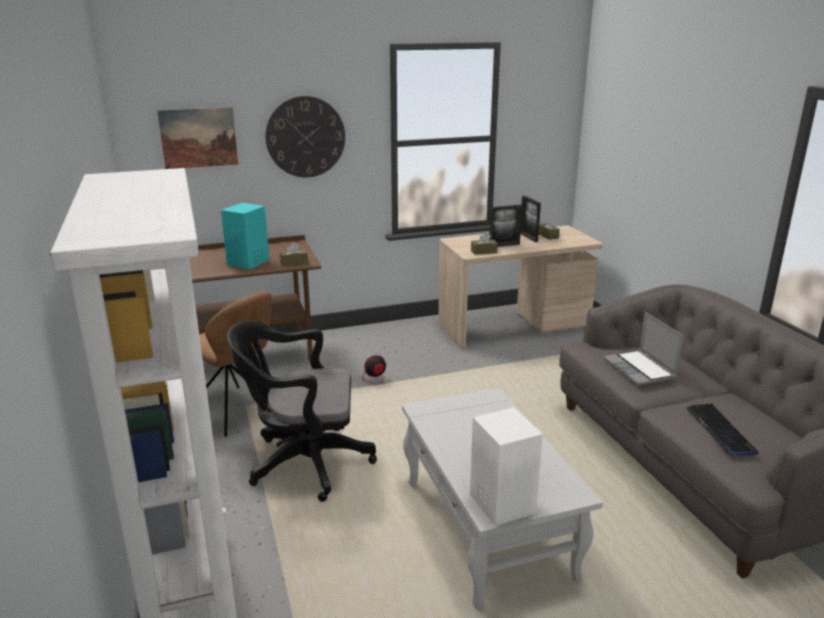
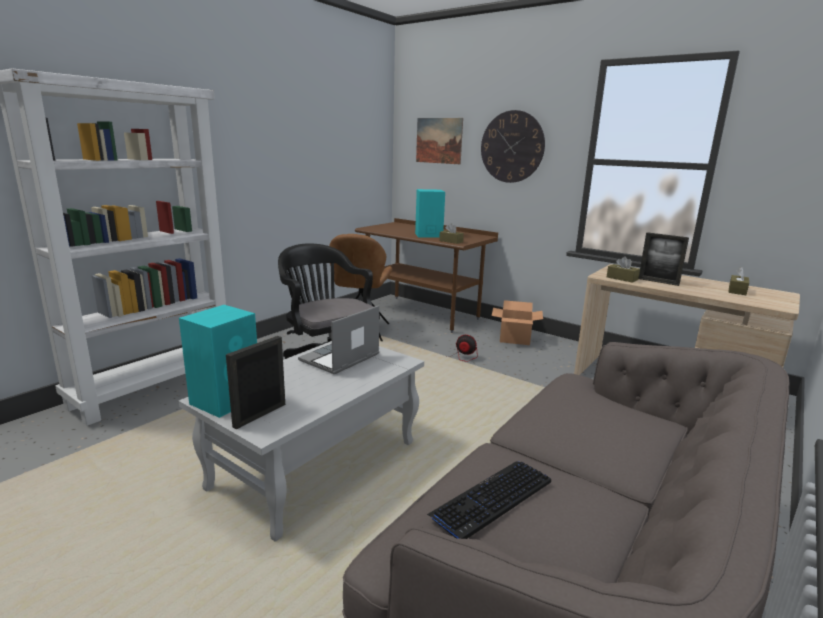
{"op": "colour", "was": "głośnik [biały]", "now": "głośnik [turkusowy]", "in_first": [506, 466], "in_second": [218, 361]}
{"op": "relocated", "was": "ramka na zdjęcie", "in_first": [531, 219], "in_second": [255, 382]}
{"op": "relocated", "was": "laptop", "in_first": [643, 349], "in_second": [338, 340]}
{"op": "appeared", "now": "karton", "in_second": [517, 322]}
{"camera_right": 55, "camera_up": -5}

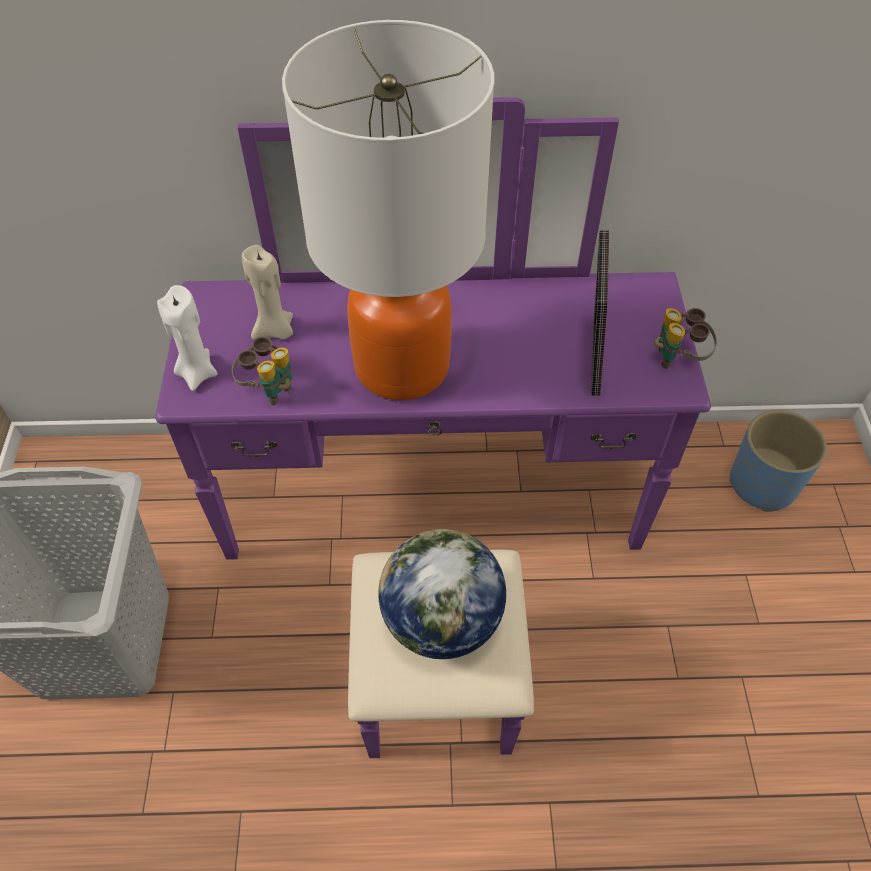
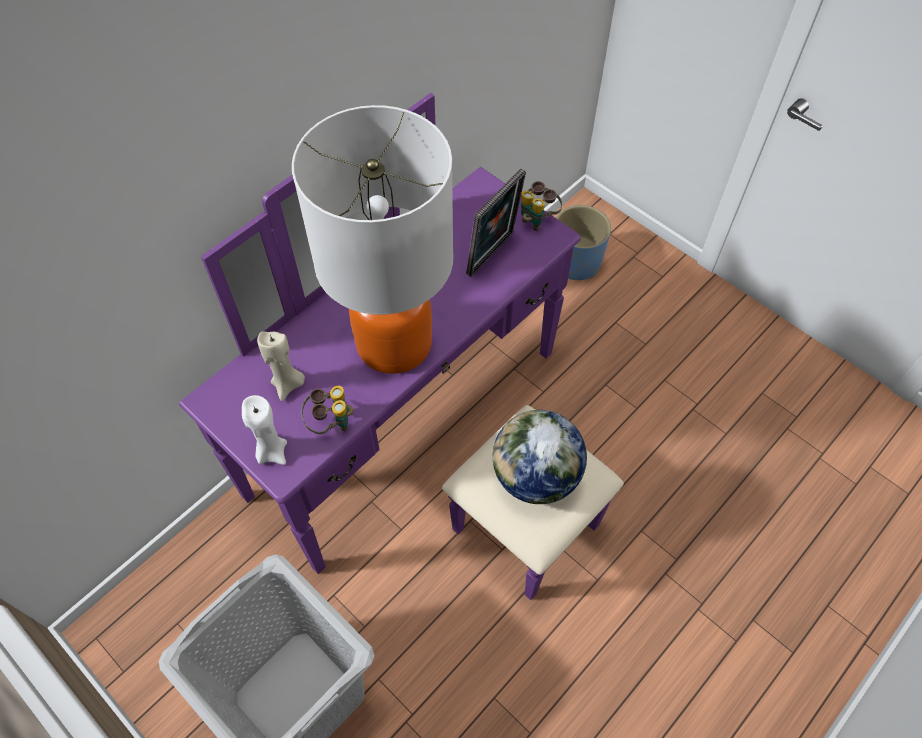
{"op": "spun", "was": "ramka na zdjęcie", "in_first": [600, 313], "in_second": [496, 223], "clockwise": -105}
{"camera_right": -45, "camera_up": 5}

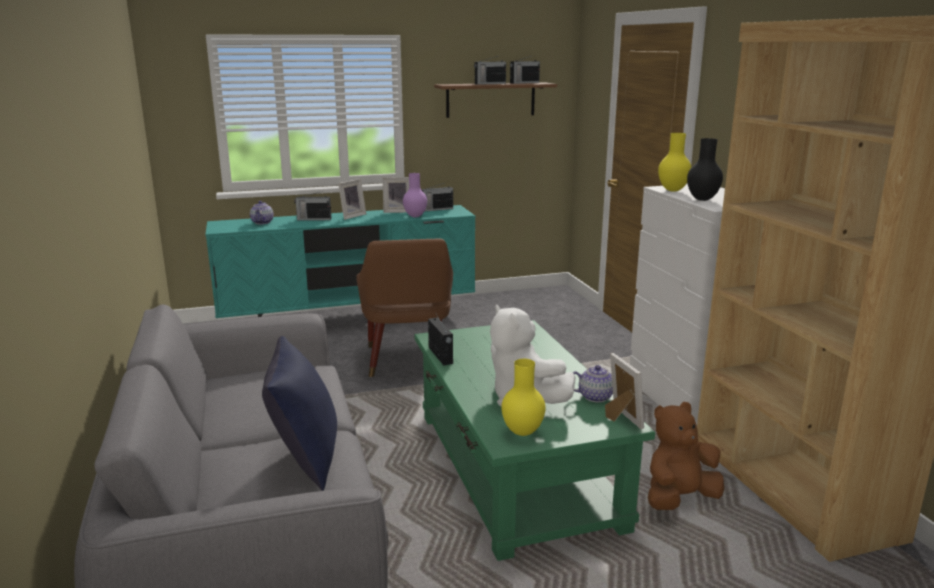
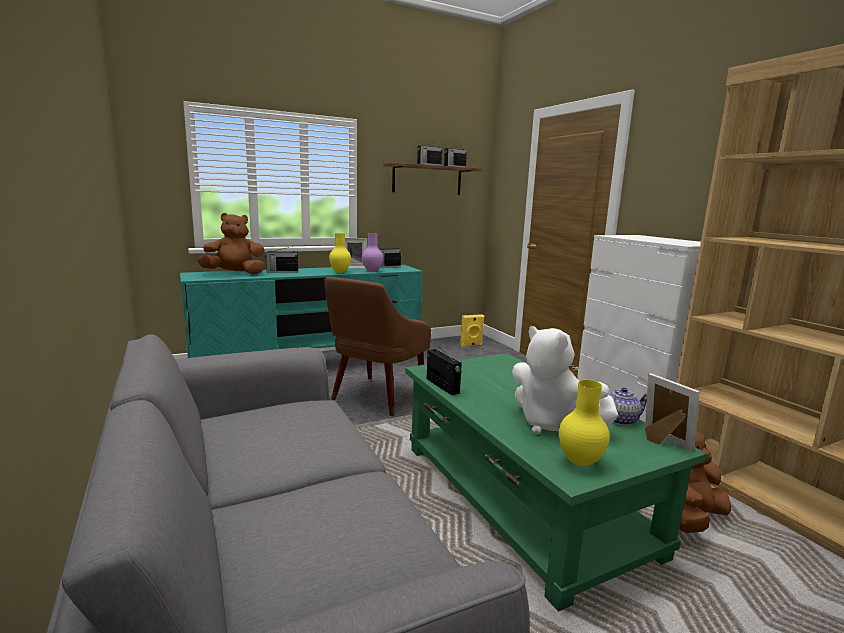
{"op": "exchanged", "was": "imbryk", "now": "pluszak [brązowy]", "in_first": [262, 212], "in_second": [231, 243]}
{"op": "missing", "was": "poduszka [niebieski]", "in_first": [299, 413]}
{"op": "missing", "was": "ramka na zdjęcie", "in_first": [352, 199]}
{"op": "spun", "was": "fotel [brązowy]", "in_first": [404, 308], "in_second": [377, 346], "clockwise": 45}
{"op": "relocated", "was": "wazon [żółty]", "in_first": [674, 162], "in_second": [340, 253]}
{"op": "missing", "was": "wazon [czarny]", "in_first": [705, 169]}
{"op": "appeared", "now": "głośnik [żółty]", "in_second": [472, 330]}
{"camera_right": -10, "camera_up": -5}

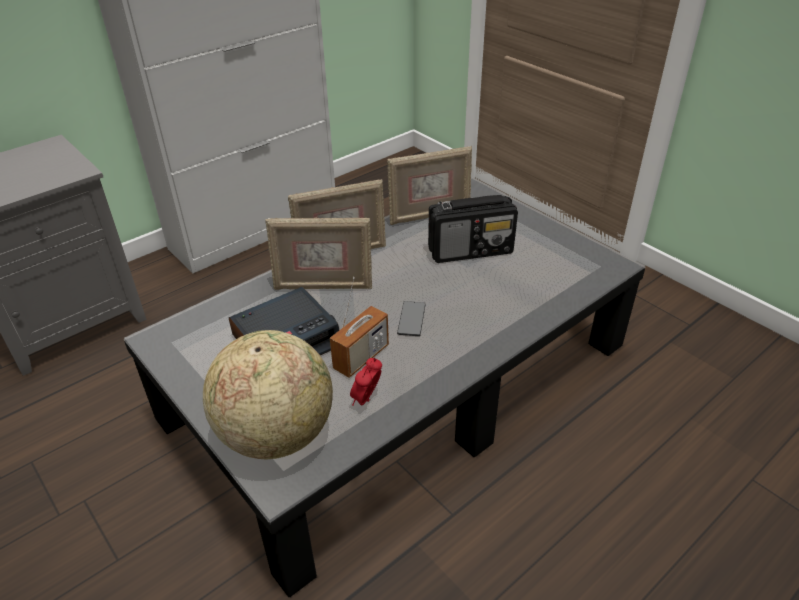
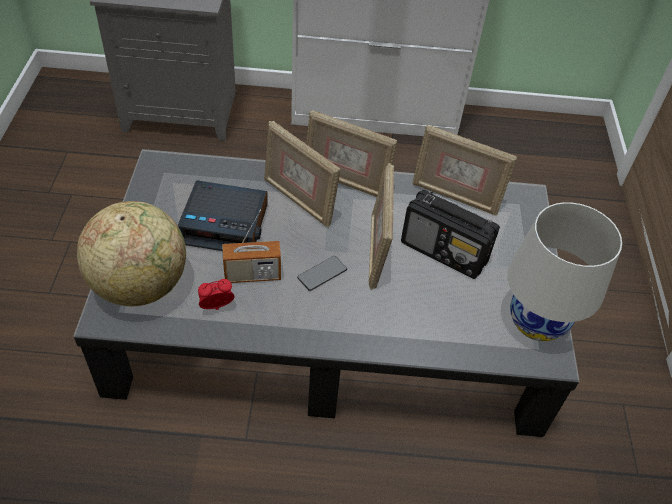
{"op": "appeared", "now": "ramka na zdjęcie", "in_second": [381, 226]}
{"op": "appeared", "now": "lampa stołowa [biały]", "in_second": [564, 271]}
{"camera_right": 40, "camera_up": 10}

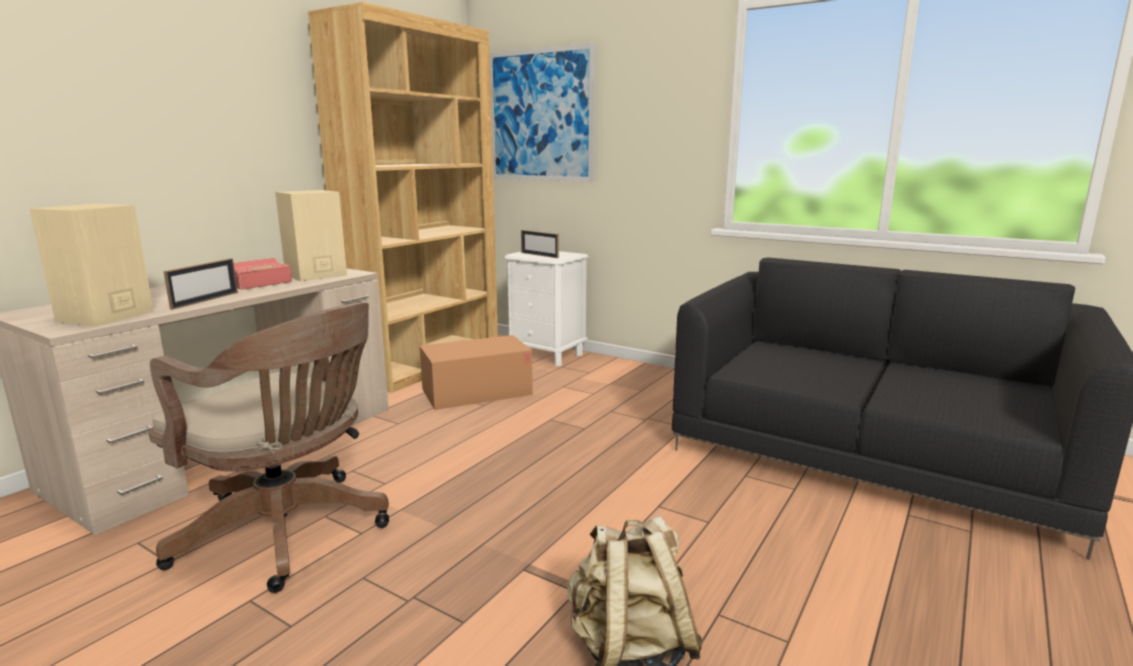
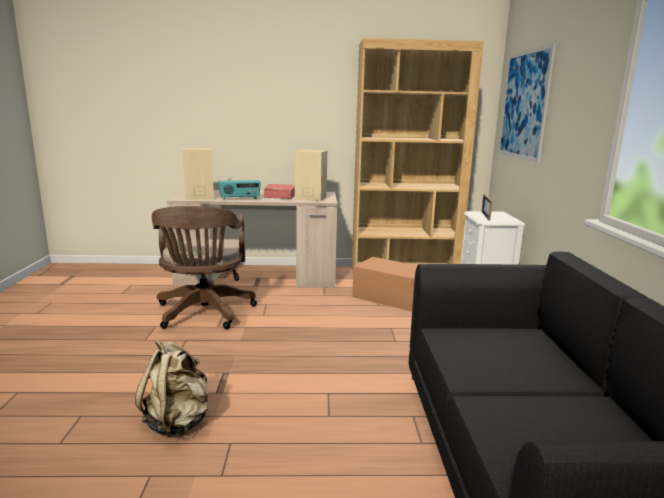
{"op": "exchanged", "was": "ramka na zdjęcie", "now": "radio", "in_first": [200, 284], "in_second": [239, 190]}
{"camera_right": 55, "camera_up": 0}

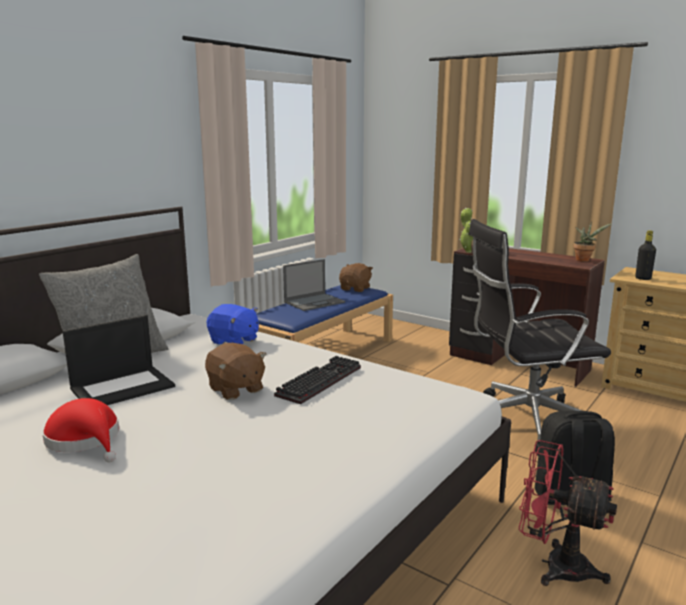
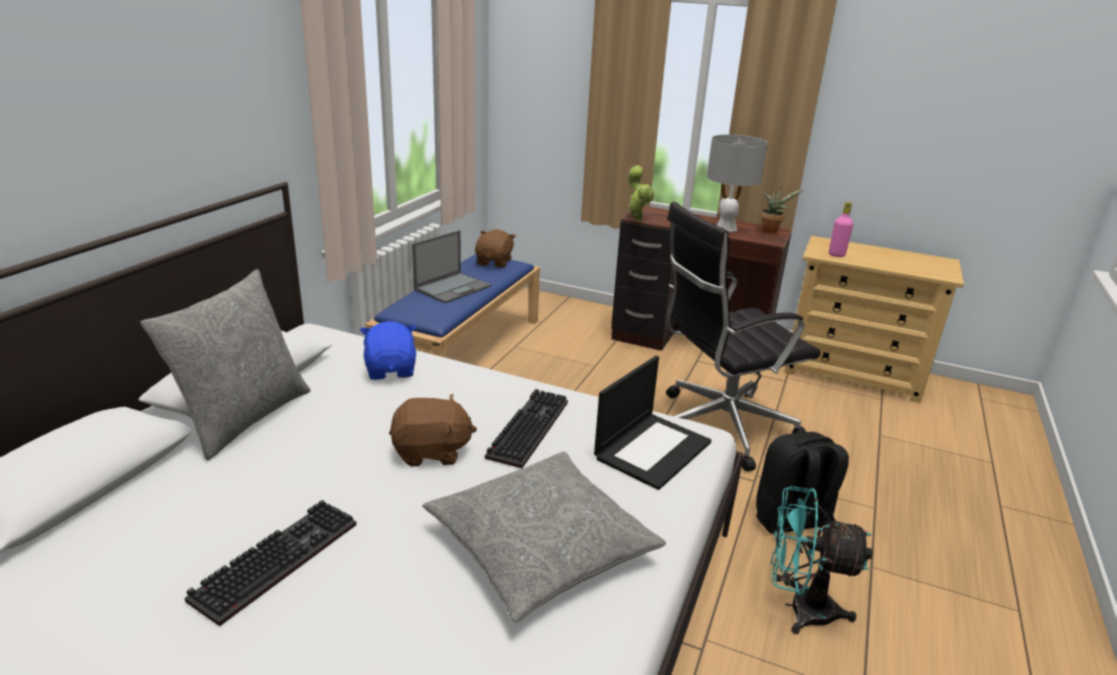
{"op": "exchanged", "was": "kapelusz [czerwony]", "now": "klawiatura", "in_first": [80, 430], "in_second": [271, 563]}
{"op": "relocated", "was": "laptop", "in_first": [119, 360], "in_second": [652, 423]}
{"op": "spun", "was": "pluszak [brązowy]", "in_first": [235, 371], "in_second": [433, 430], "clockwise": -45}
{"op": "spun", "was": "pluszak [niebieski]", "in_first": [233, 324], "in_second": [388, 350], "clockwise": -120}
{"op": "colour", "was": "wentylator [czerwony]", "now": "wentylator [turkusowy]", "in_first": [568, 513], "in_second": [822, 560]}
{"op": "colour", "was": "butelka [czarny]", "now": "butelka [różowy]", "in_first": [645, 255], "in_second": [841, 229]}
{"op": "appeared", "now": "poduszka [szary]", "in_second": [544, 537]}
{"op": "appeared", "now": "lampa stołowa [szary]", "in_second": [737, 183]}
{"camera_right": -15, "camera_up": 10}

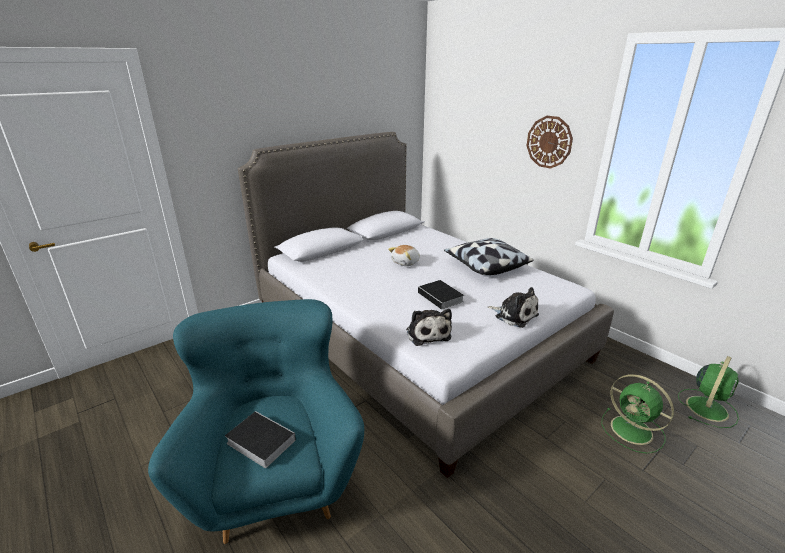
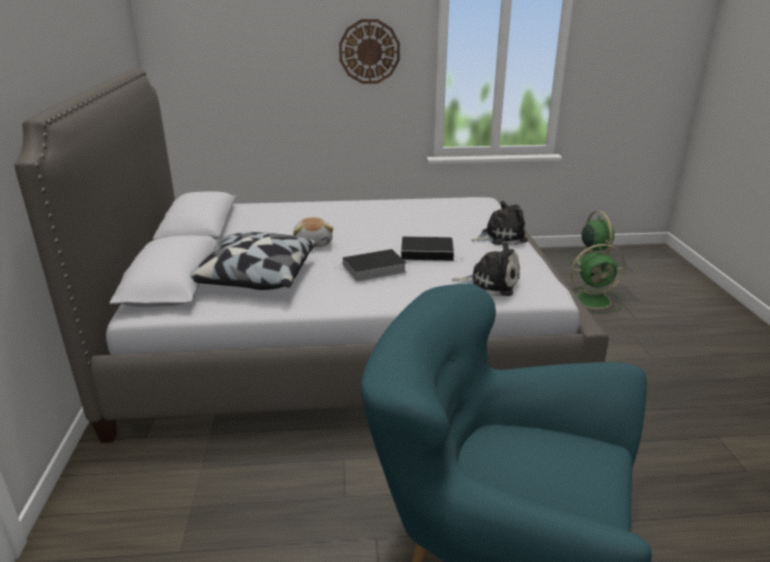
{"op": "relocated", "was": "książka", "in_first": [260, 439], "in_second": [371, 265]}
{"op": "relocated", "was": "poduszka", "in_first": [489, 256], "in_second": [252, 261]}
{"camera_right": -55, "camera_up": 0}

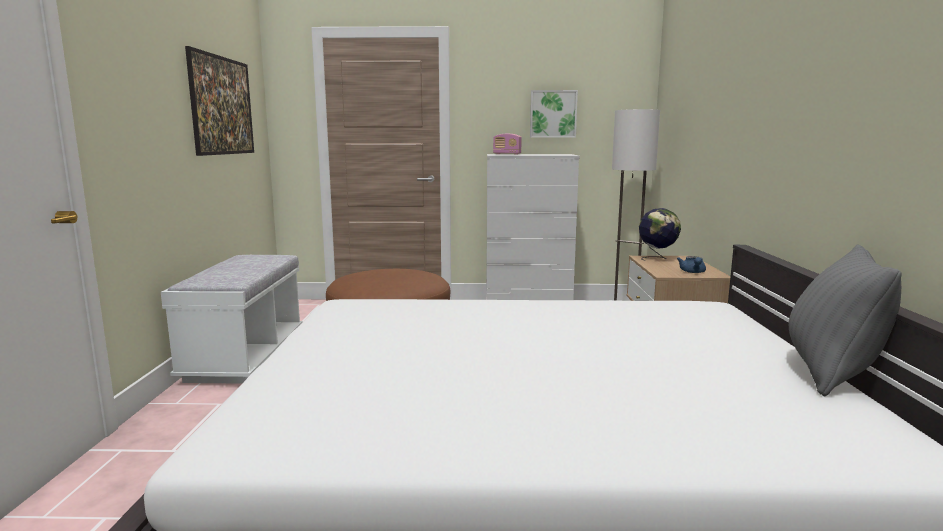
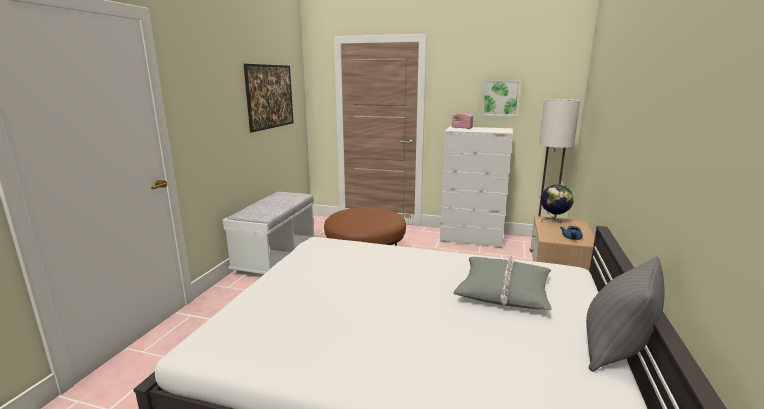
{"op": "appeared", "now": "poduszka [szary]", "in_second": [502, 282]}
{"camera_right": 15, "camera_up": 5}

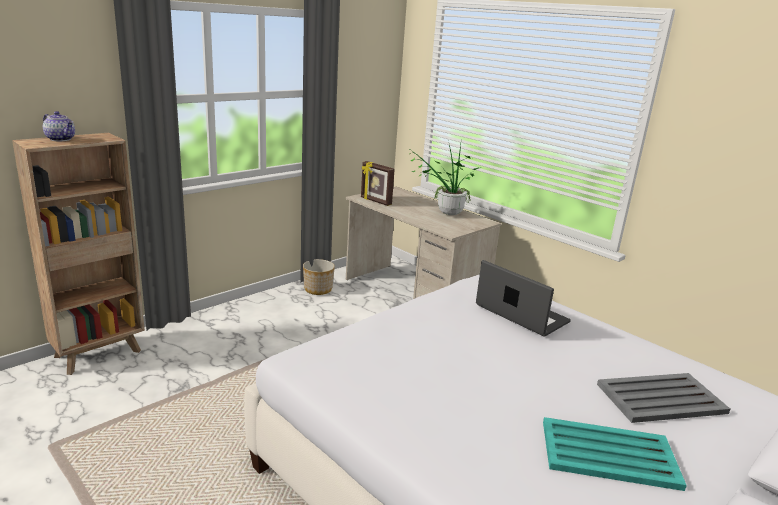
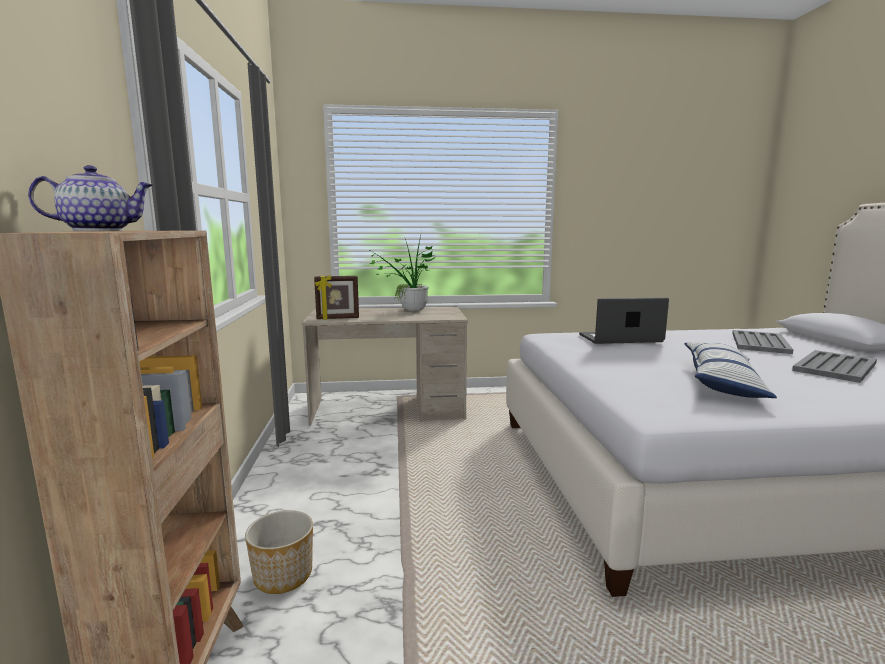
{"op": "relocated", "was": "donica", "in_first": [319, 277], "in_second": [279, 552]}
{"op": "colour", "was": "taca [turkusowy]", "now": "taca [szary]", "in_first": [615, 454], "in_second": [834, 366]}
{"op": "appeared", "now": "poduszka", "in_second": [730, 370]}
{"camera_right": -50, "camera_up": -10}

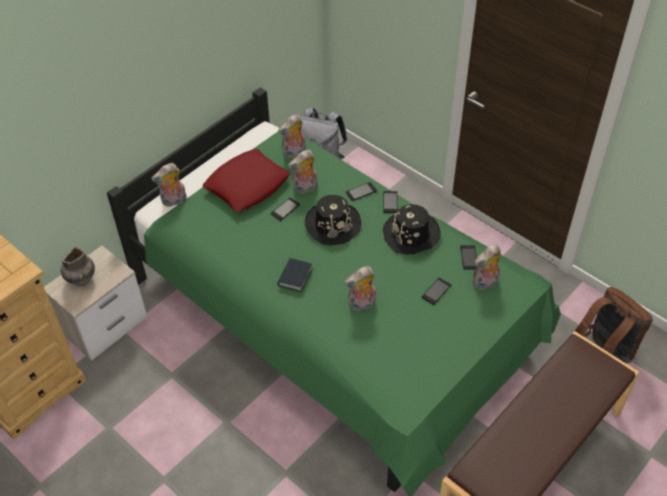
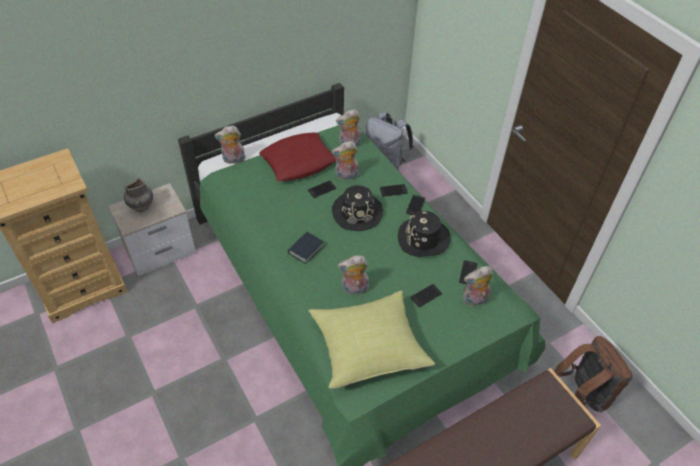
{"op": "appeared", "now": "poduszka [żółty]", "in_second": [371, 339]}
{"camera_right": 15, "camera_up": 0}

